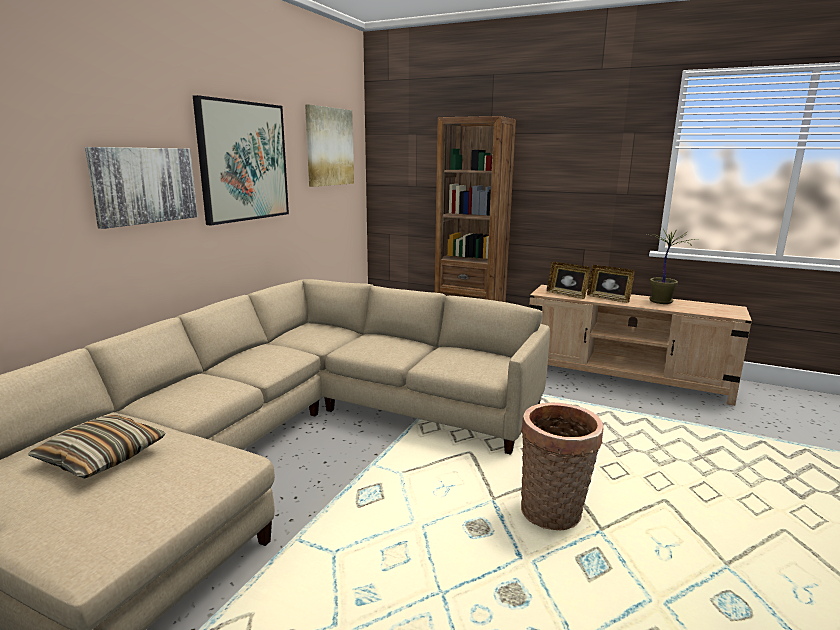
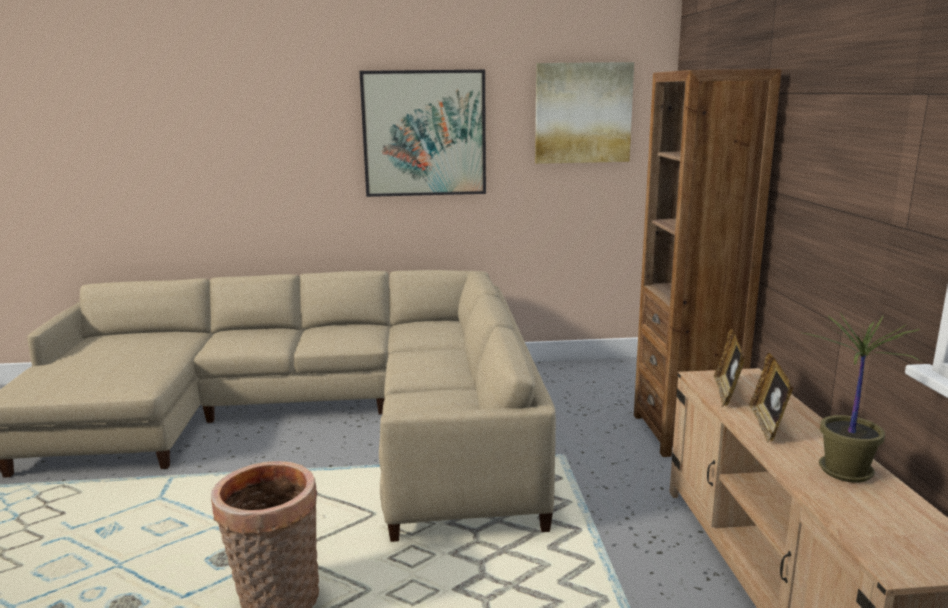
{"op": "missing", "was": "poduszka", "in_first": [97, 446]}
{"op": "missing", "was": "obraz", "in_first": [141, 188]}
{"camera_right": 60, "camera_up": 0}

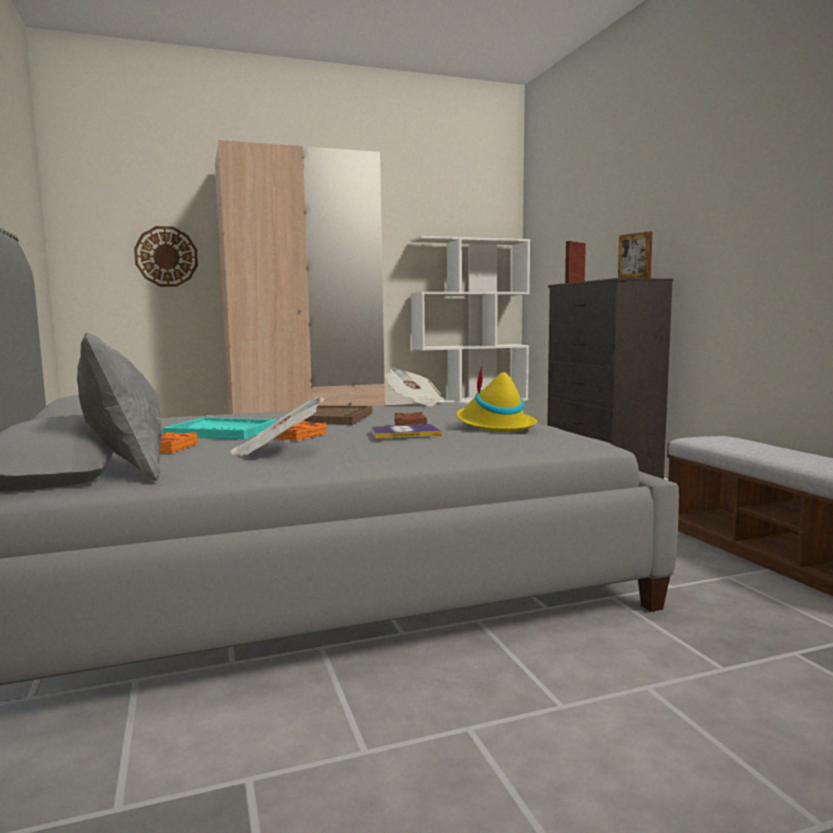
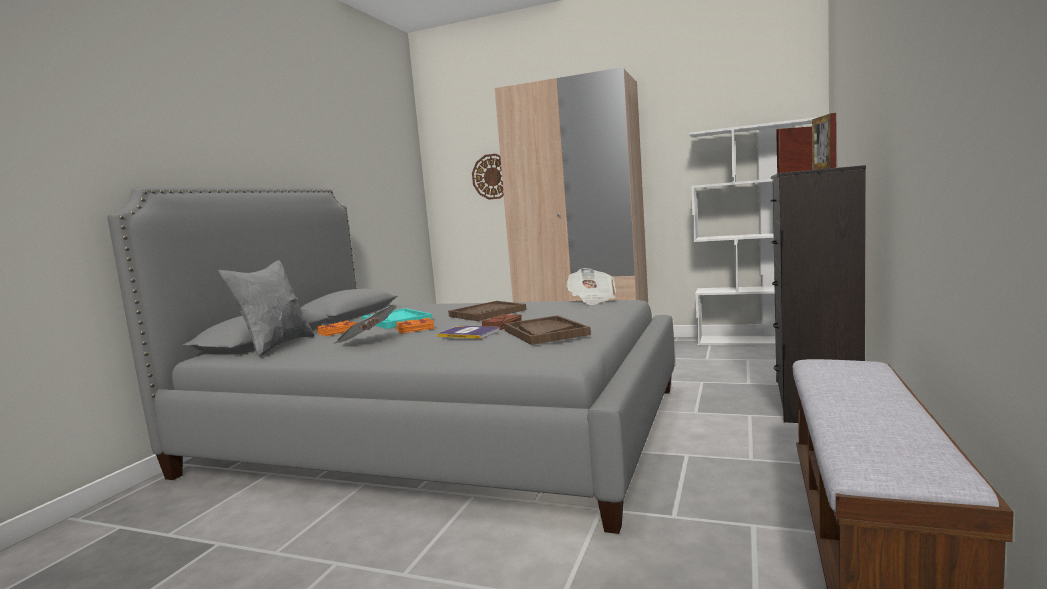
{"op": "exchanged", "was": "kapelusz [żółty]", "now": "taca [brązowy]", "in_first": [496, 399], "in_second": [547, 330]}
{"camera_right": 40, "camera_up": 0}

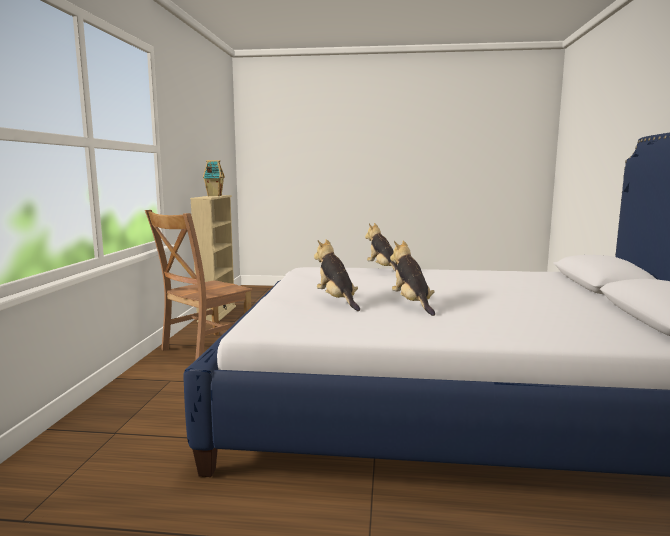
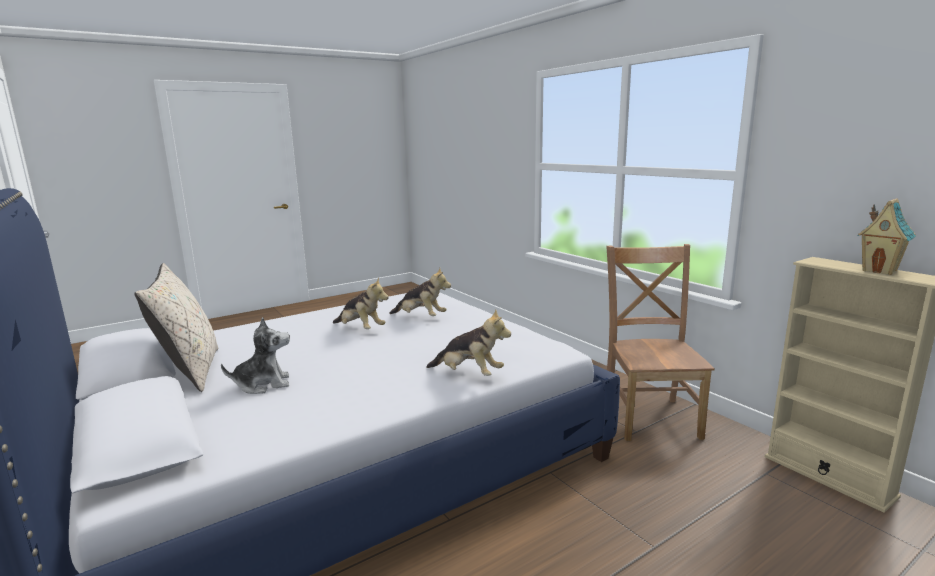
{"op": "appeared", "now": "poduszka [beżowy]", "in_second": [176, 327]}
{"op": "appeared", "now": "pluszak", "in_second": [255, 355]}
{"camera_right": 140, "camera_up": 5}

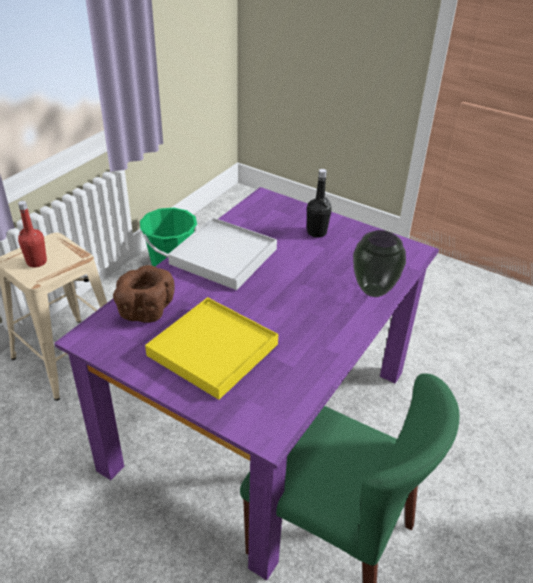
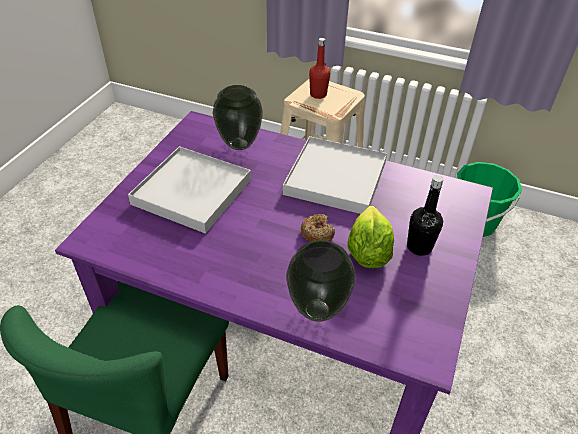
{"op": "exchanged", "was": "miska [brązowy]", "now": "wazon", "in_first": [143, 294], "in_second": [238, 117]}
{"op": "colour", "was": "taca [żółty]", "now": "taca [biały]", "in_first": [211, 348], "in_second": [189, 190]}
{"op": "appeared", "now": "donut", "in_second": [318, 228]}
{"op": "appeared", "now": "sałata", "in_second": [370, 237]}
{"camera_right": 80, "camera_up": 5}

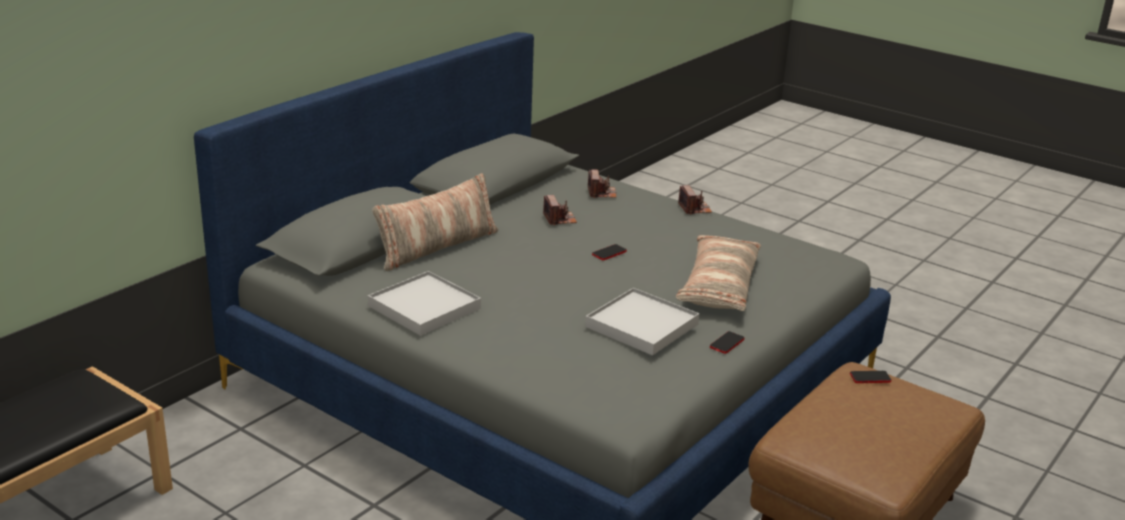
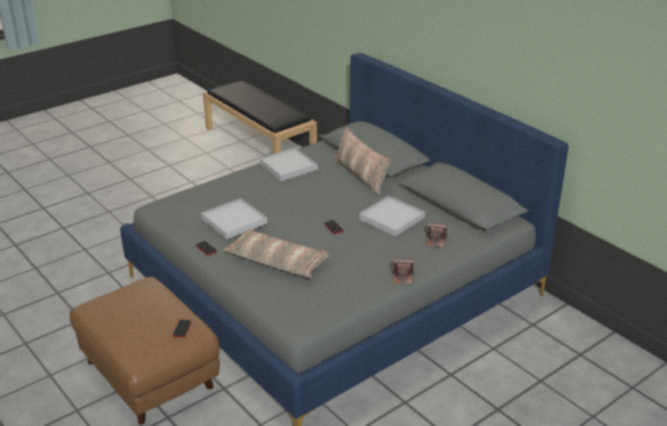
{"op": "exchanged", "was": "aparat fotograficzny", "now": "taca [biały]", "in_first": [560, 210], "in_second": [392, 216]}
{"camera_right": 105, "camera_up": 5}

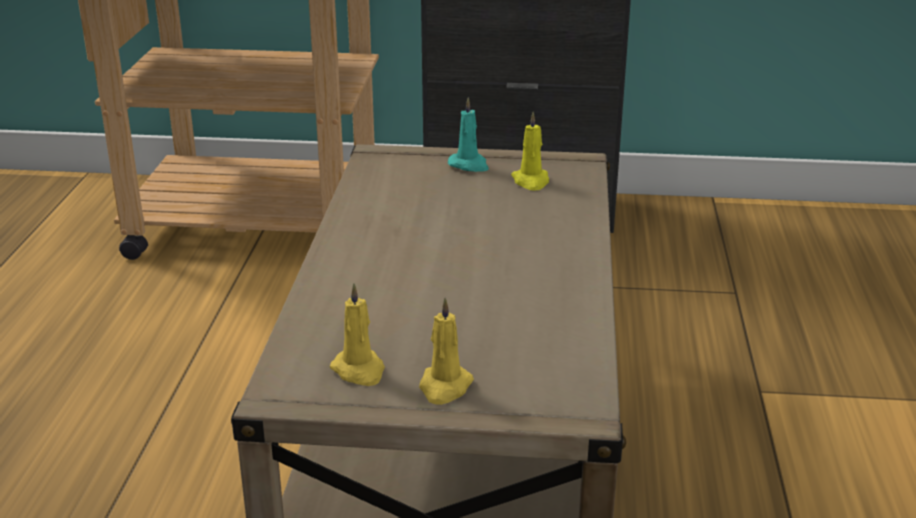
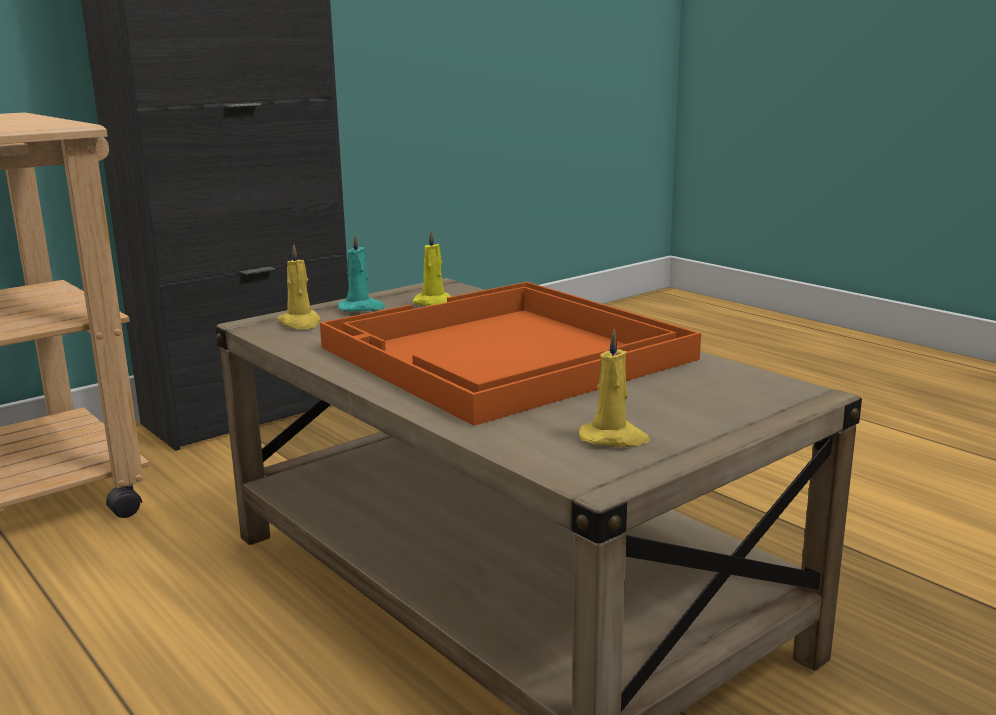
{"op": "relocated", "was": "świeca [żółty]", "in_first": [446, 351], "in_second": [298, 286]}
{"op": "appeared", "now": "taca [pomarańczowy]", "in_second": [510, 354]}
{"camera_right": -45, "camera_up": -10}

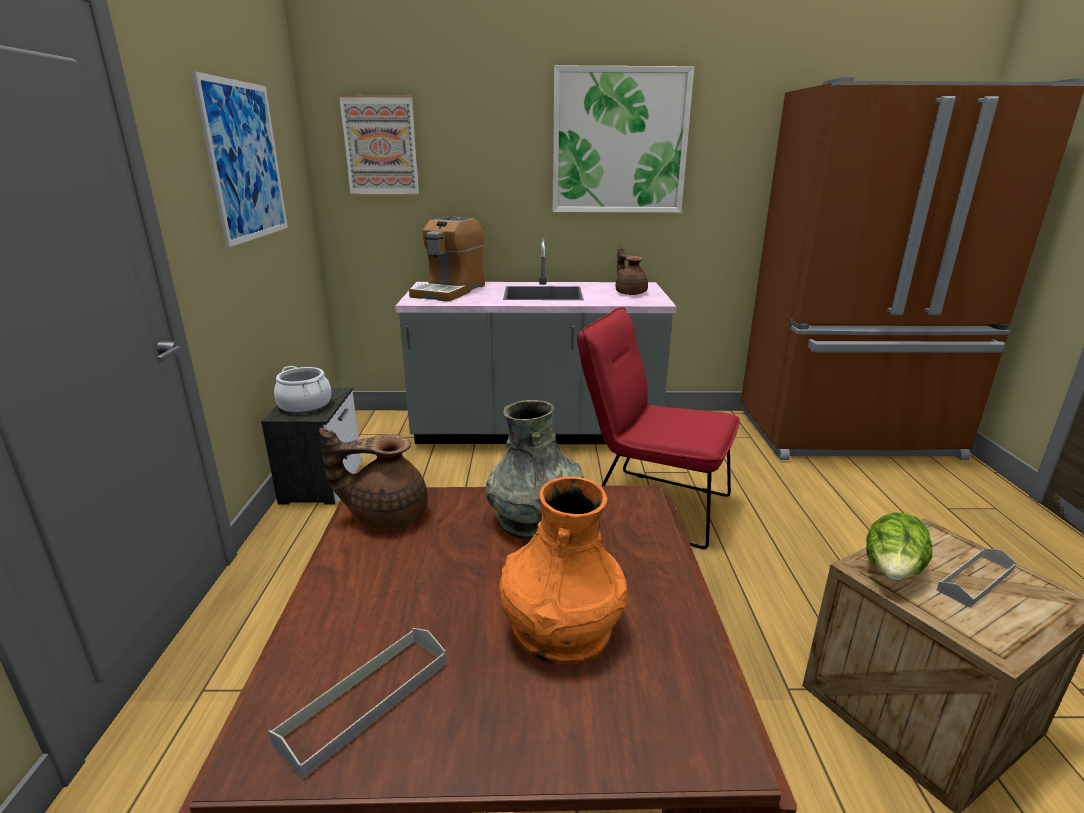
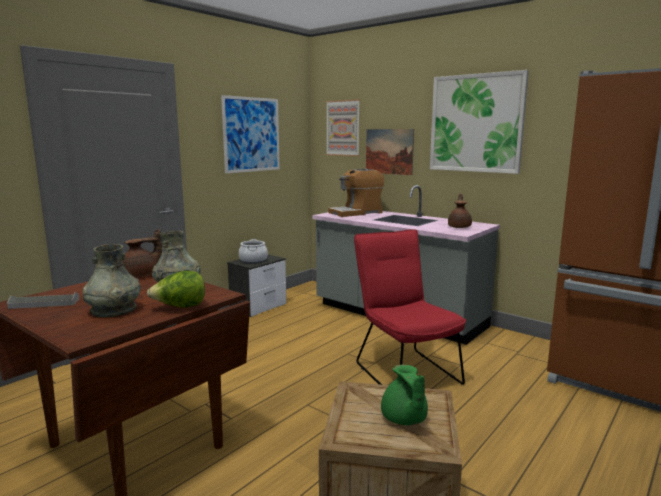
{"op": "spun", "was": "imbryk [brązowy]", "in_first": [373, 479], "in_second": [142, 253], "clockwise": 105}
{"op": "colour", "was": "wazon [pomarańczowy]", "now": "wazon [szary]", "in_first": [563, 570], "in_second": [111, 281]}
{"op": "relocated", "was": "sałata", "in_first": [899, 546], "in_second": [176, 289]}
{"op": "exchanged", "was": "taca [szary]", "now": "imbryk [zielony]", "in_first": [976, 578], "in_second": [404, 395]}
{"op": "appeared", "now": "obraz", "in_second": [390, 152]}
{"camera_right": 40, "camera_up": -10}

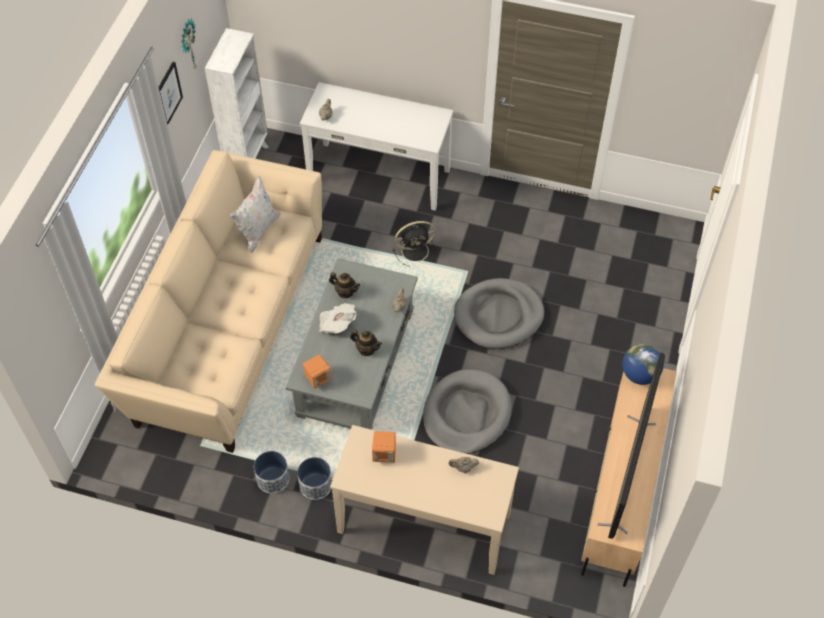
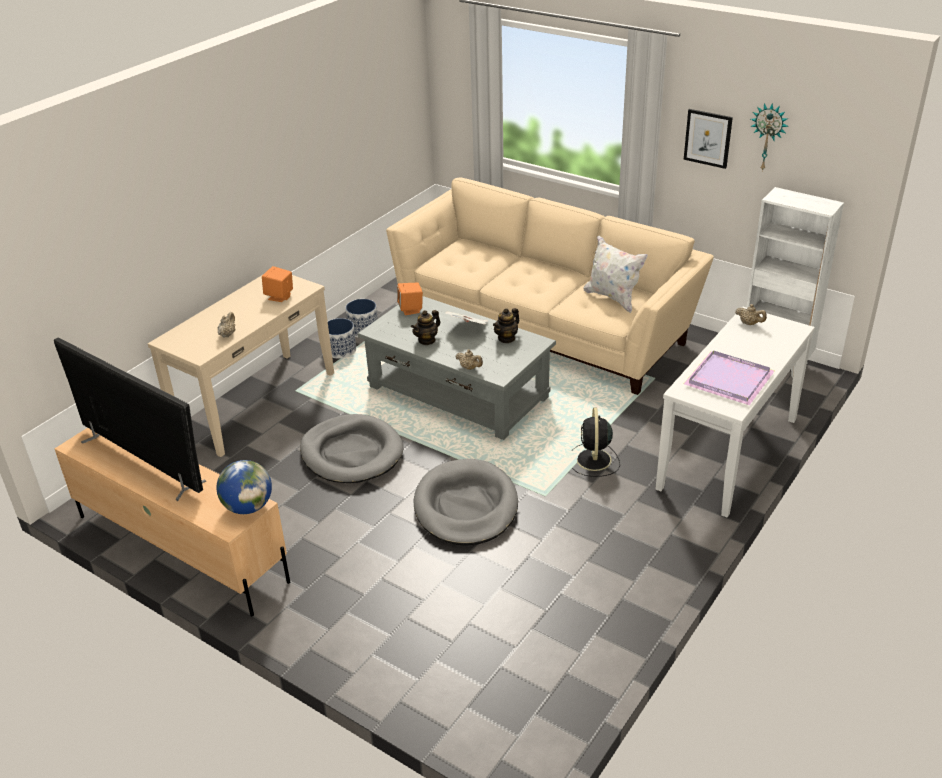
{"op": "appeared", "now": "taca [fioletowy]", "in_second": [729, 378]}
{"camera_right": 110, "camera_up": -20}

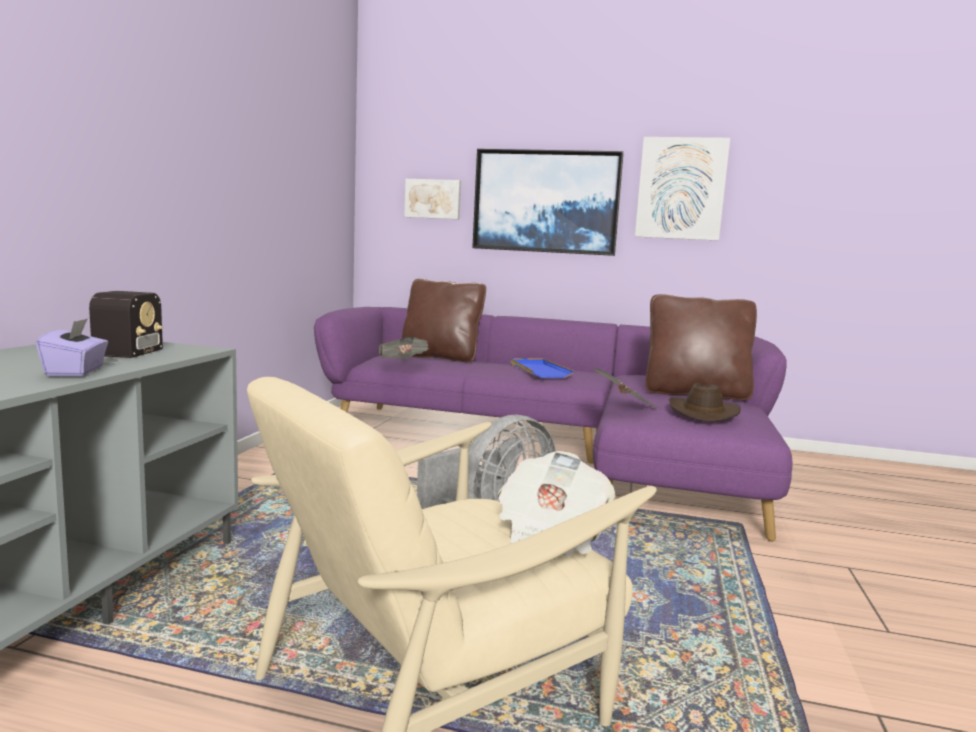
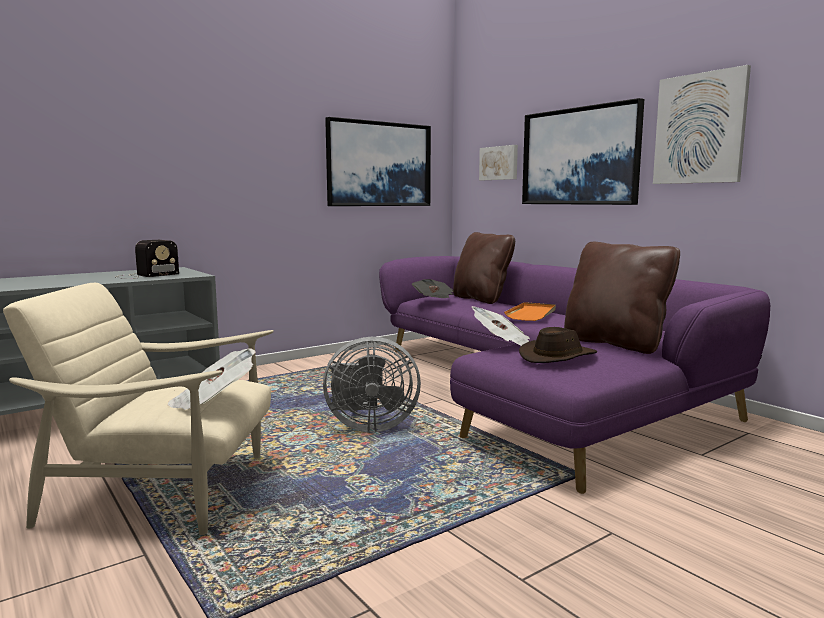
{"op": "missing", "was": "pudełko chusteczek [fioletowy]", "in_first": [72, 347]}
{"op": "colour", "was": "taca [niebieski]", "now": "taca [pomarańczowy]", "in_first": [542, 368], "in_second": [530, 311]}
{"op": "appeared", "now": "obraz", "in_second": [378, 161]}
{"camera_right": 40, "camera_up": 0}

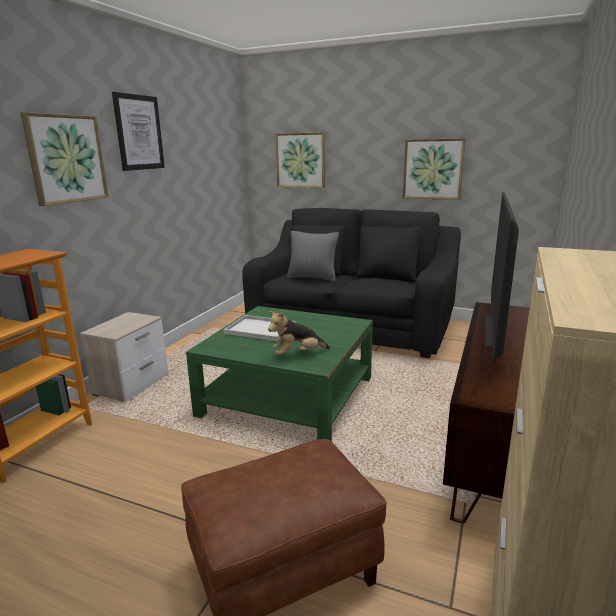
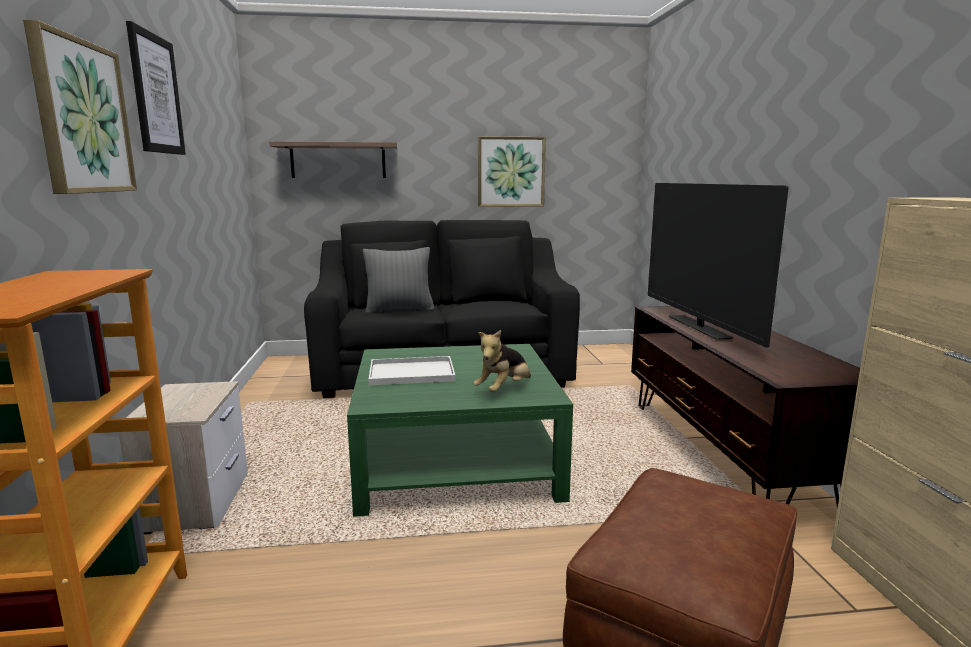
{"op": "exchanged", "was": "obraz", "now": "półka", "in_first": [300, 160], "in_second": [333, 159]}
{"camera_right": -30, "camera_up": -5}

